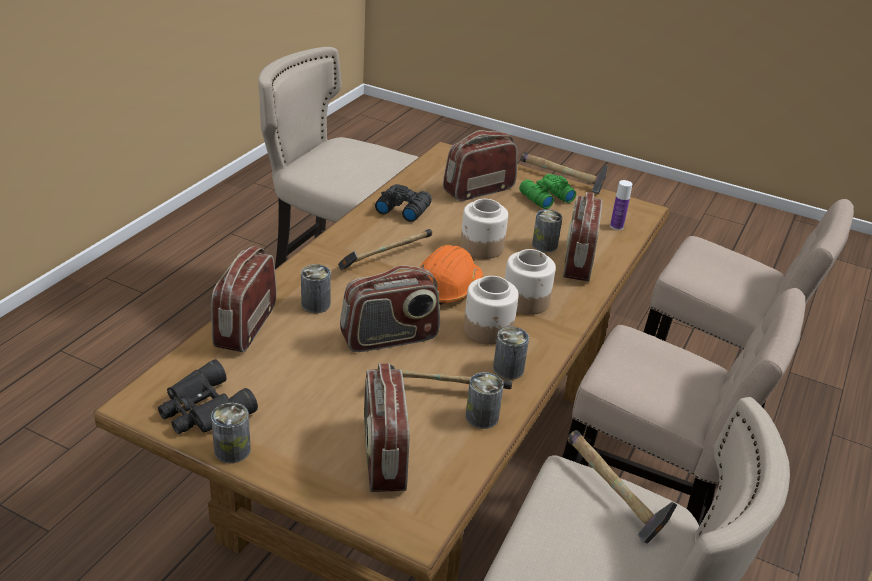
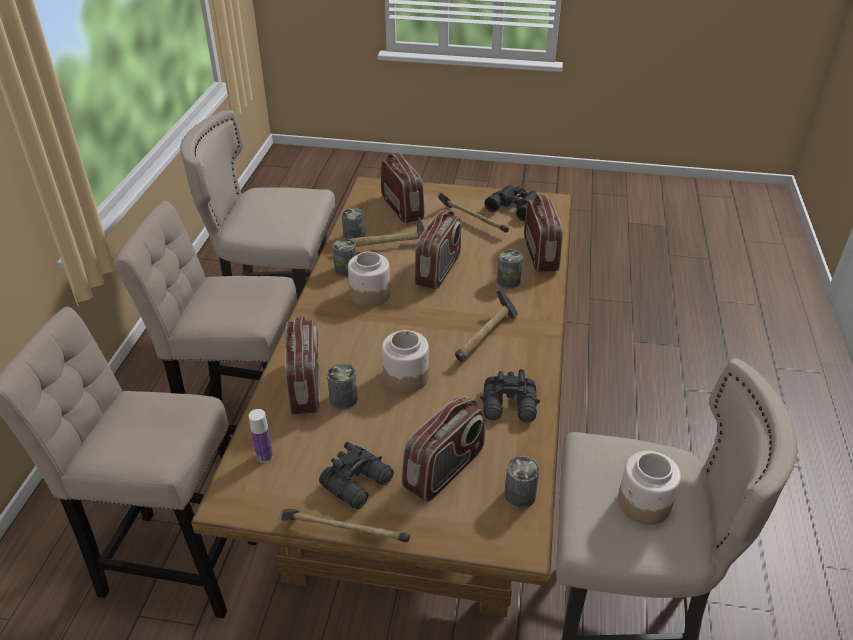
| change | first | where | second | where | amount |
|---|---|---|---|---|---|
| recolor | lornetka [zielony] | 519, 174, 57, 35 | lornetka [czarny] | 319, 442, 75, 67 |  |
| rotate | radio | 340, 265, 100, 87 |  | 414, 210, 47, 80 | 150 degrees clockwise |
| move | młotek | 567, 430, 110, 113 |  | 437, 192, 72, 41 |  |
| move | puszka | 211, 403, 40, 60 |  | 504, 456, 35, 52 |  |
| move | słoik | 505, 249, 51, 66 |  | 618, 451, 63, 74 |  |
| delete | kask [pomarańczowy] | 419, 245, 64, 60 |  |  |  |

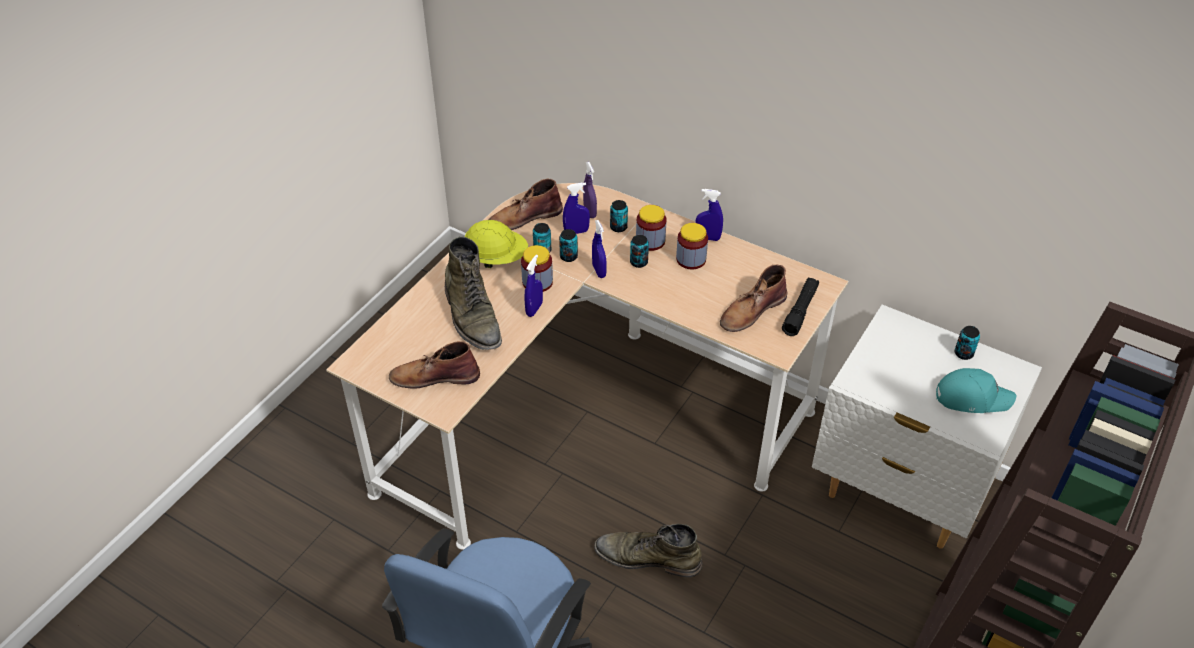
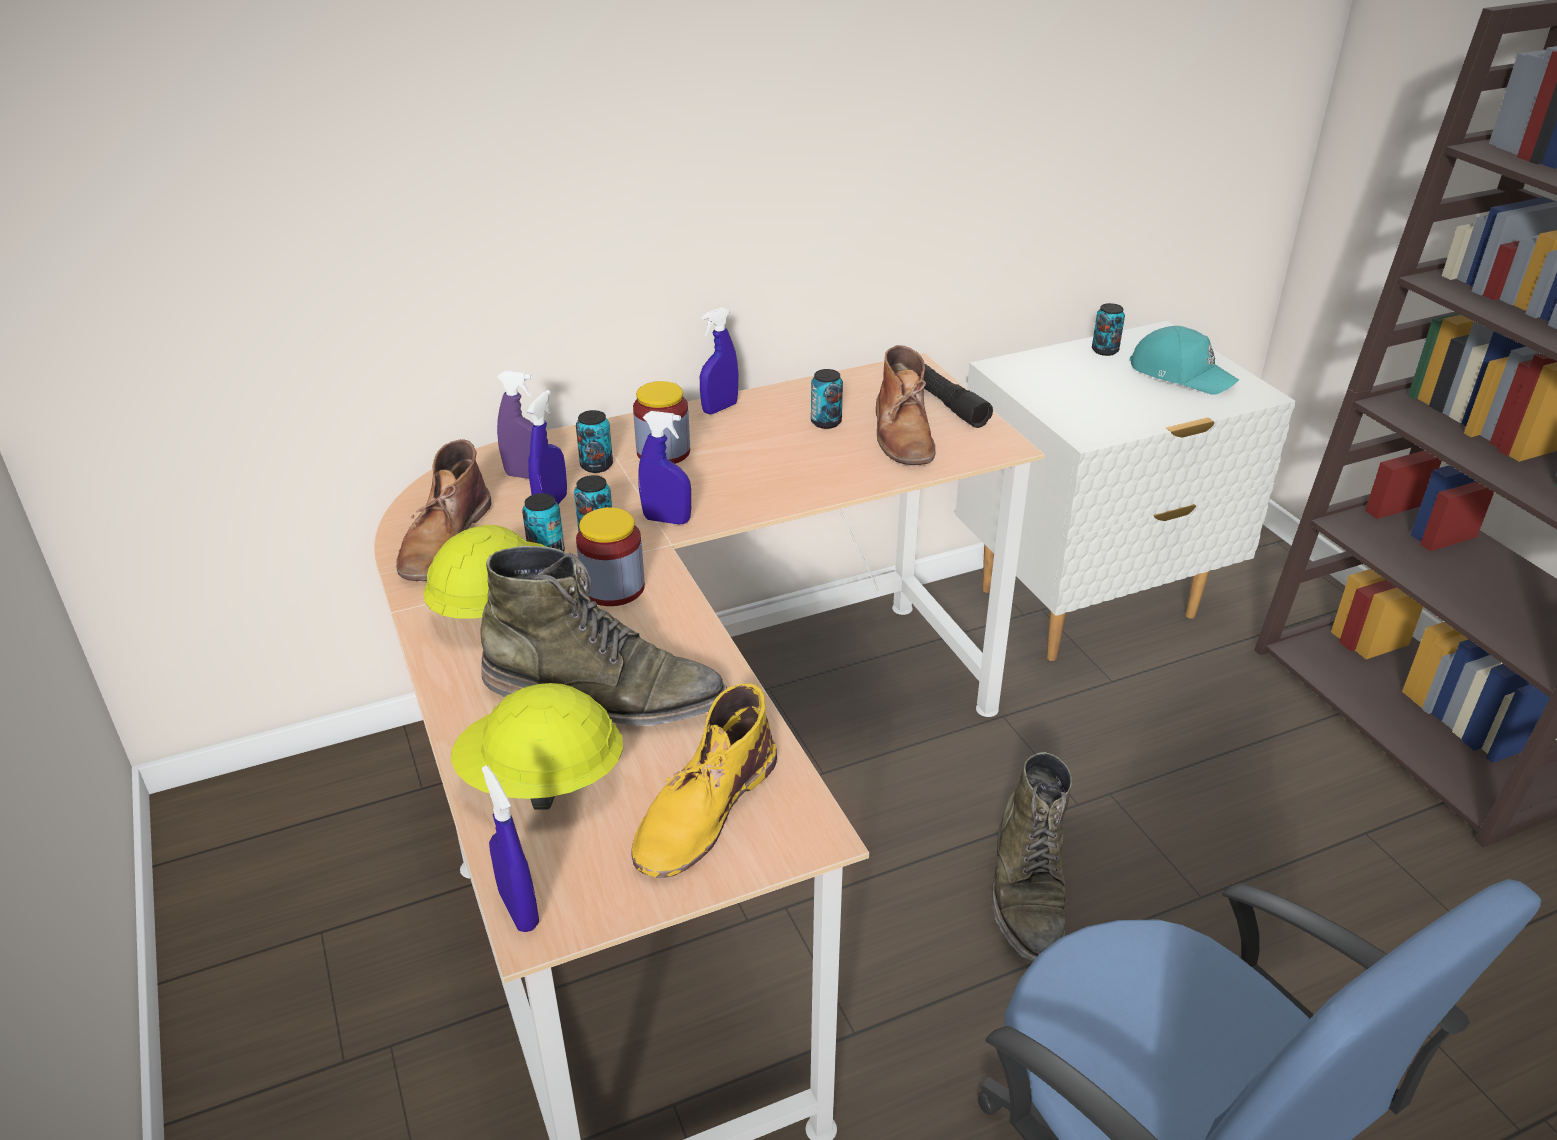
| change | first | where | second | where | amount |
|---|---|---|---|---|---|
| insert |  |  | kask [żółty] | 451, 683, 172, 127 |  |
| move | spryskiwacz [niebieski] | 524, 255, 19, 62 |  | 482, 765, 57, 167 |  |
| recolor | but z cholewką [brązowy] | 389, 341, 91, 48 | but z cholewką [żółty] | 631, 683, 146, 195 |  |
| move | puszka | 630, 235, 19, 33 |  | 811, 369, 32, 60 |  |
| rotate | but z cholewką [zielony] | 594, 524, 108, 53 |  | 991, 752, 81, 209 | 45 degrees counterclockwise |
| rotate | czapka z daszkiem [turkusowy] | 936, 368, 80, 45 |  | 1129, 326, 110, 68 | 90 degrees clockwise |
| delete | słoik | 676, 223, 32, 46 |  |  |  |

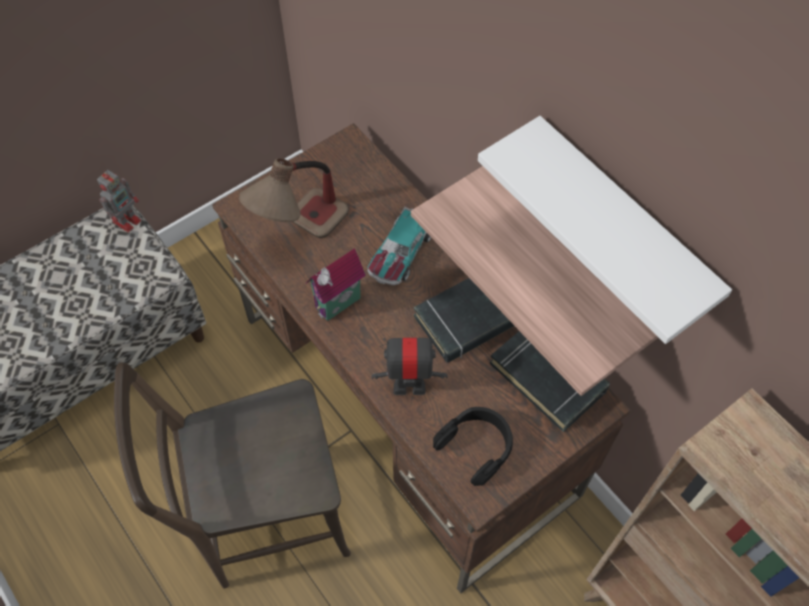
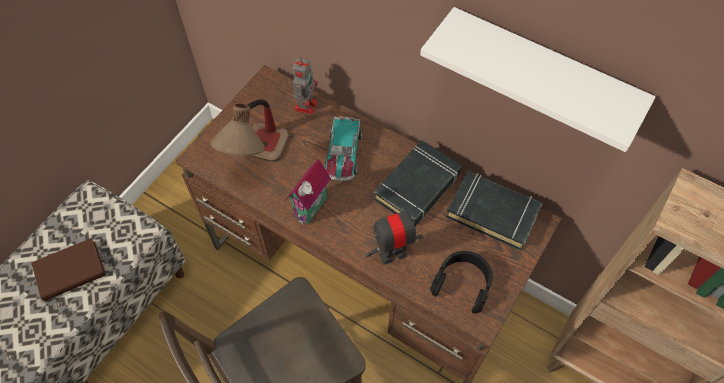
| change | first | where | second | where | amount |
|---|---|---|---|---|---|
| insert |  |  | książka [brązowy] | 31, 238, 75, 63 |  |
| move | robot zabawkowy | 97, 170, 44, 63 |  | 293, 57, 25, 58 |  |
| delete | półka | 411, 166, 248, 230 |  |  |  |

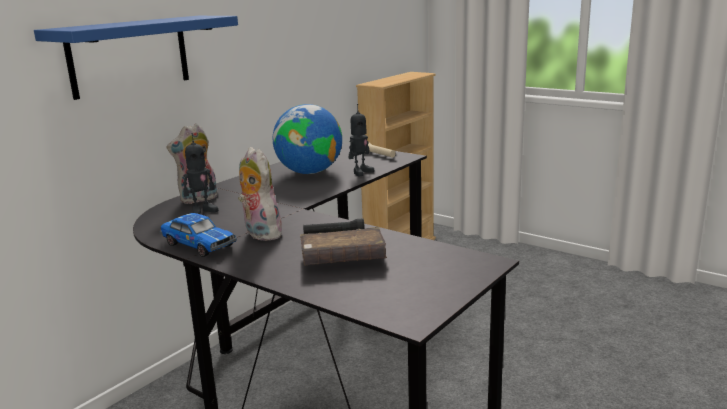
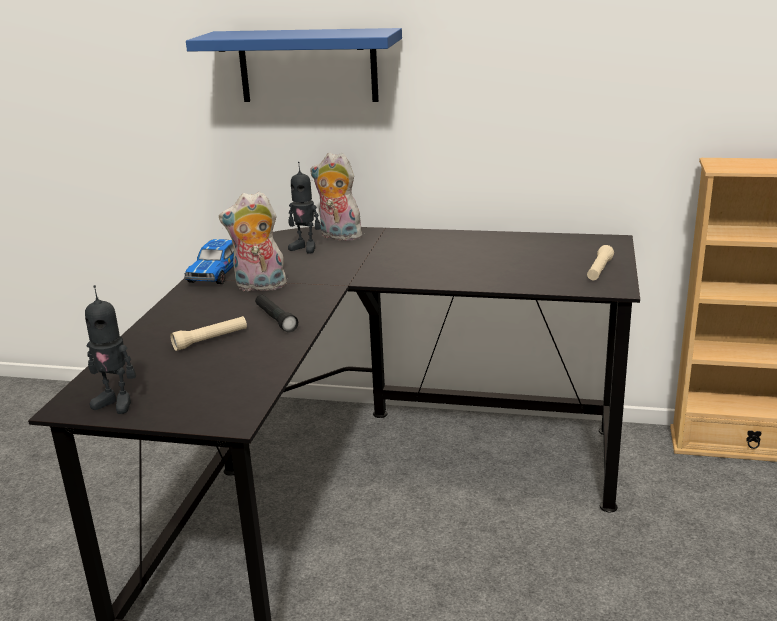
| change | first | where | second | where | amount |
|---|---|---|---|---|---|
| move | robot zabawkowy | 349, 104, 25, 72 |  | 85, 285, 51, 129 |  |
| replace | książka [brązowy] | 300, 227, 87, 38 | latarka [beżowy] | 170, 316, 77, 35 |  |
| rotate | pluszak | 238, 147, 44, 94 |  | 219, 191, 69, 101 | 120 degrees counterclockwise |
| delete | globus | 272, 104, 70, 70 |  |  |  |

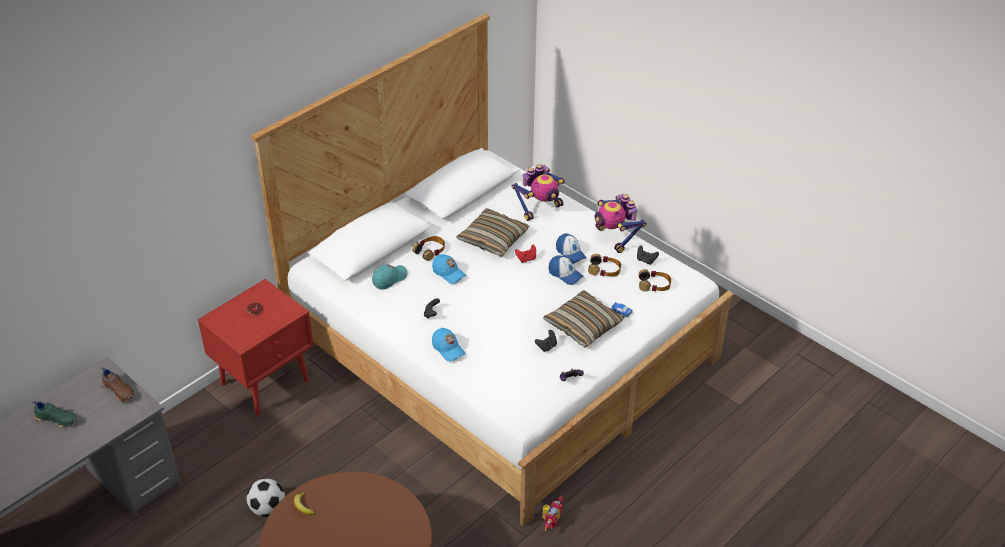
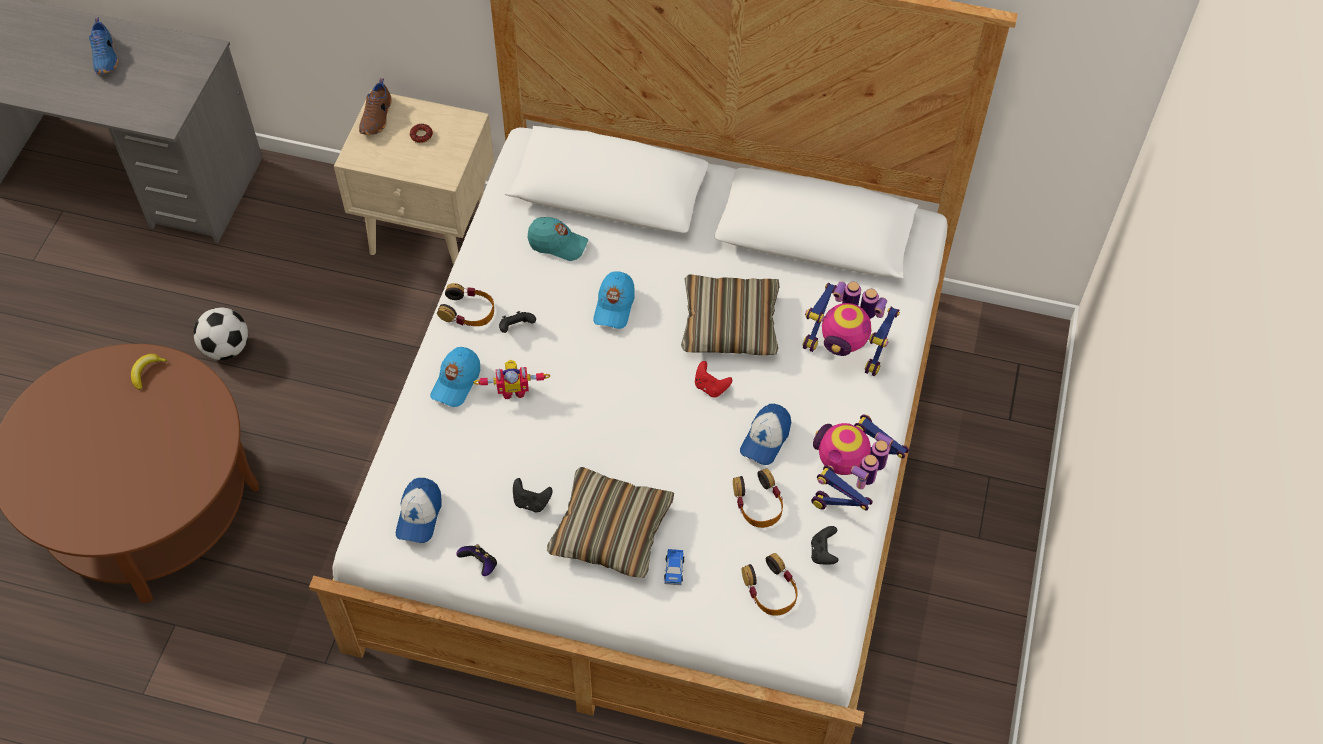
| change | first | where | second | where | amount |
|---|---|---|---|---|---|
| recolor | but [zielony] | 32, 401, 45, 26 | but [niebieski] | 89, 17, 29, 57 |  |
| recolor | szafka nocna [czerwony] | 198, 279, 116, 137 | szafka nocna [beżowy] | 334, 90, 160, 175 |  |
| move | but [brązowy] | 101, 367, 33, 35 |  | 359, 78, 33, 57 |  |
| move | czapka z daszkiem | 548, 255, 35, 30 |  | 396, 478, 46, 65 |  |
| move | słuchawki | 412, 236, 33, 25 |  | 437, 283, 57, 43 |  |
| move | robot zabawkowy | 543, 495, 20, 36 |  | 474, 360, 76, 39 |  |

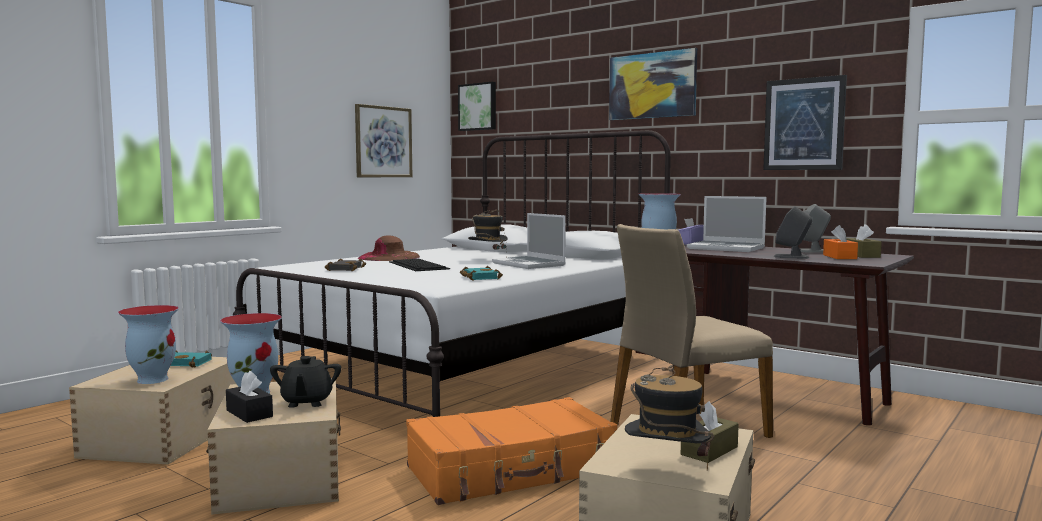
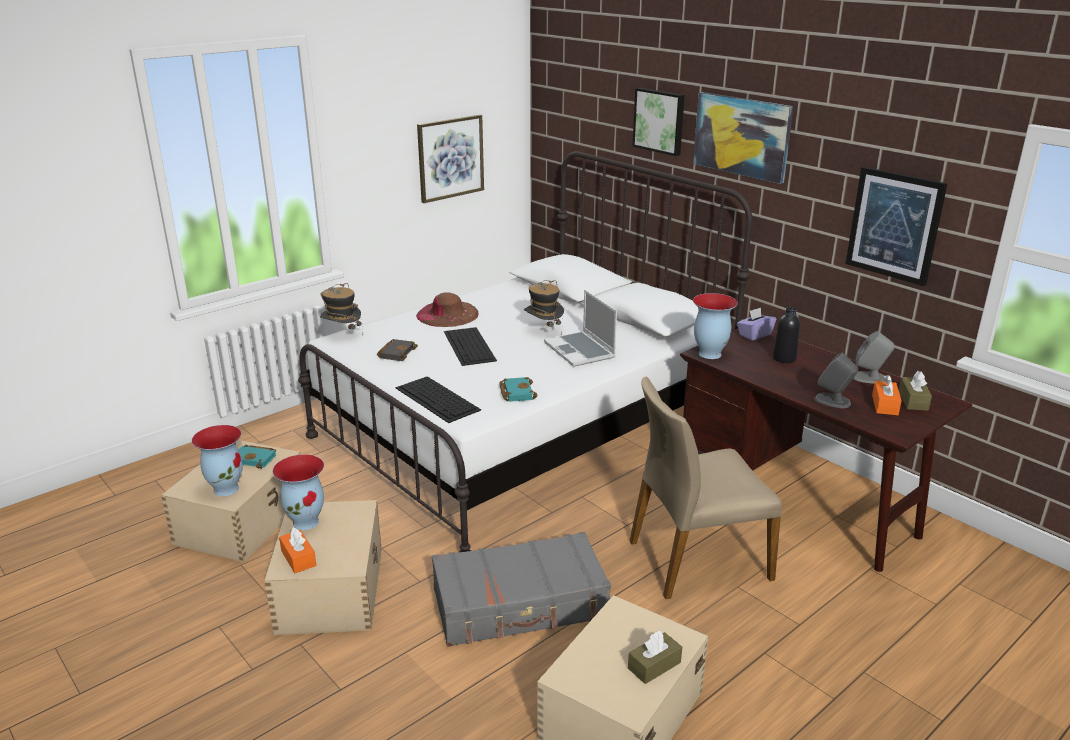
| change | first | where | second | where | amount |
|---|---|---|---|---|---|
| recolor | pudełko chusteczek [czarny] | 226, 371, 47, 52 | pudełko chusteczek [pomarańczowy] | 279, 528, 37, 45 |  |
| move | kapelusz | 625, 365, 89, 106 |  | 320, 283, 43, 46 |  |
| insert |  |  | klawiatura | 396, 376, 85, 47 |  |
| recolor | walizka [pomarańczowy] | 406, 397, 211, 108 | walizka [szary] | 432, 532, 179, 115 |  |
| move | obraz | 458, 82, 38, 49 |  | 632, 88, 53, 68 |  |
| replace | laptop | 687, 196, 80, 56 | butelka [czarny] | 773, 307, 27, 56 |  |
| delete | imbryk [czarny] | 270, 356, 71, 52 |  |  |  |

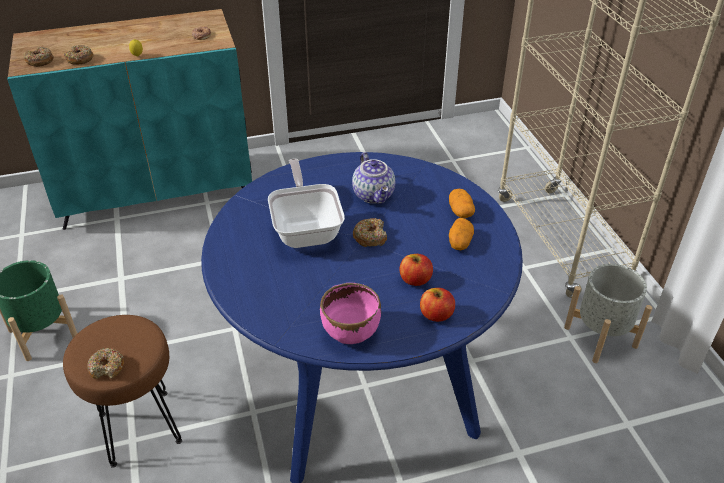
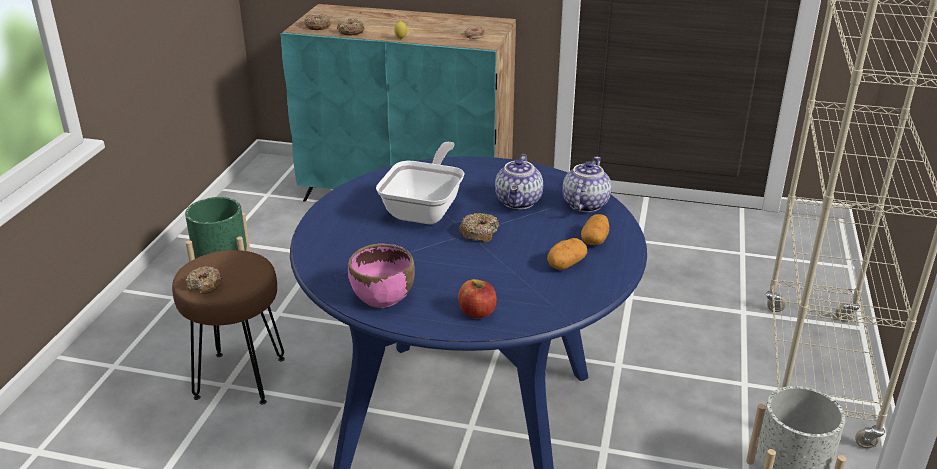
| change | first | where | second | where | amount |
|---|---|---|---|---|---|
| insert |  |  | imbryk | 562, 157, 50, 55 |  |
| delete | jabłko | 400, 254, 33, 32 |  |  |  |

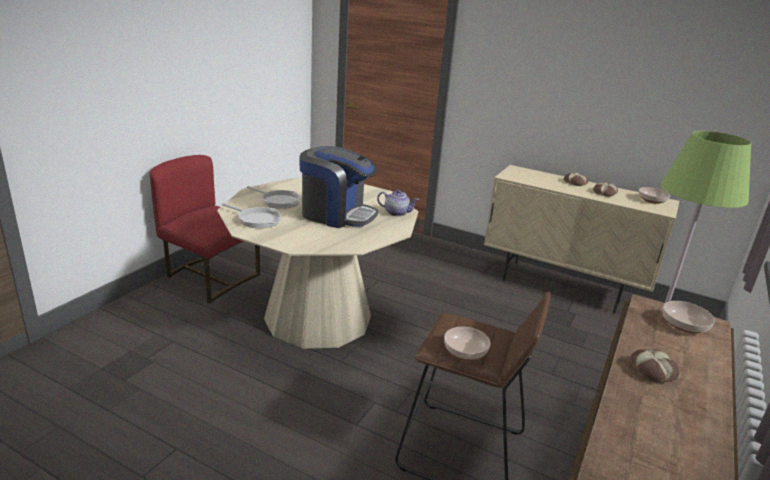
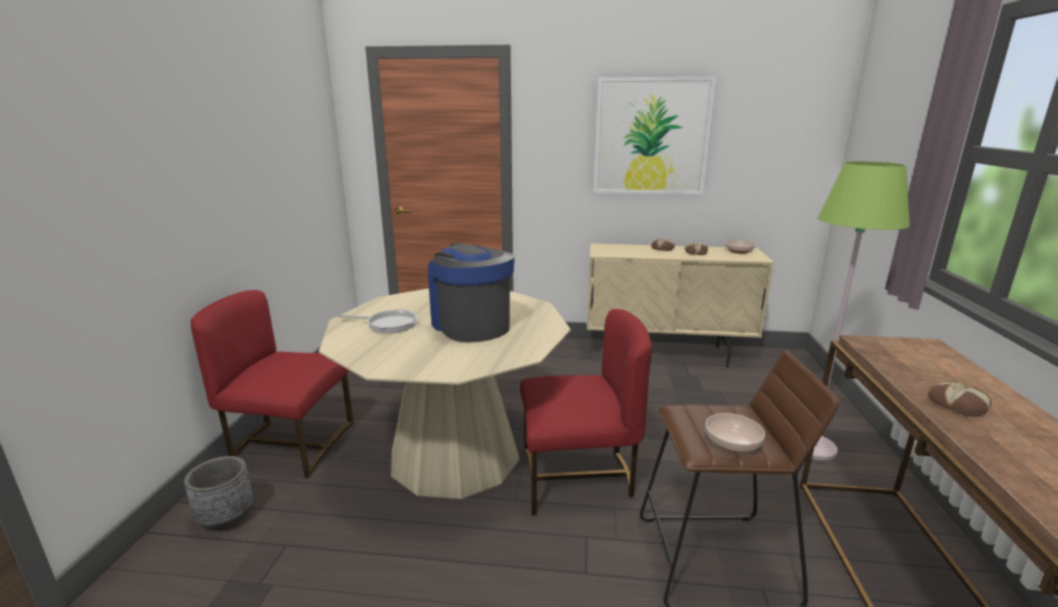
| change | first | where | second | where | amount |
|---|---|---|---|---|---|
| insert |  |  | donica [szary] | 184, 456, 69, 75 |  |
| rotate | ekspres do kawy | 300, 146, 78, 82 |  | 428, 243, 87, 99 | 120 degrees counterclockwise |
| insert |  |  | krzesło [czerwony] | 520, 309, 132, 206 |  |
| insert |  |  | obraz | 594, 77, 122, 118 |  |
| delete | patelnia | 222, 203, 59, 25 |  |  |  |
| delete | imbryk | 377, 190, 42, 26 |  |  |  |
| delete | miska | 663, 301, 52, 32 |  |  |  |

